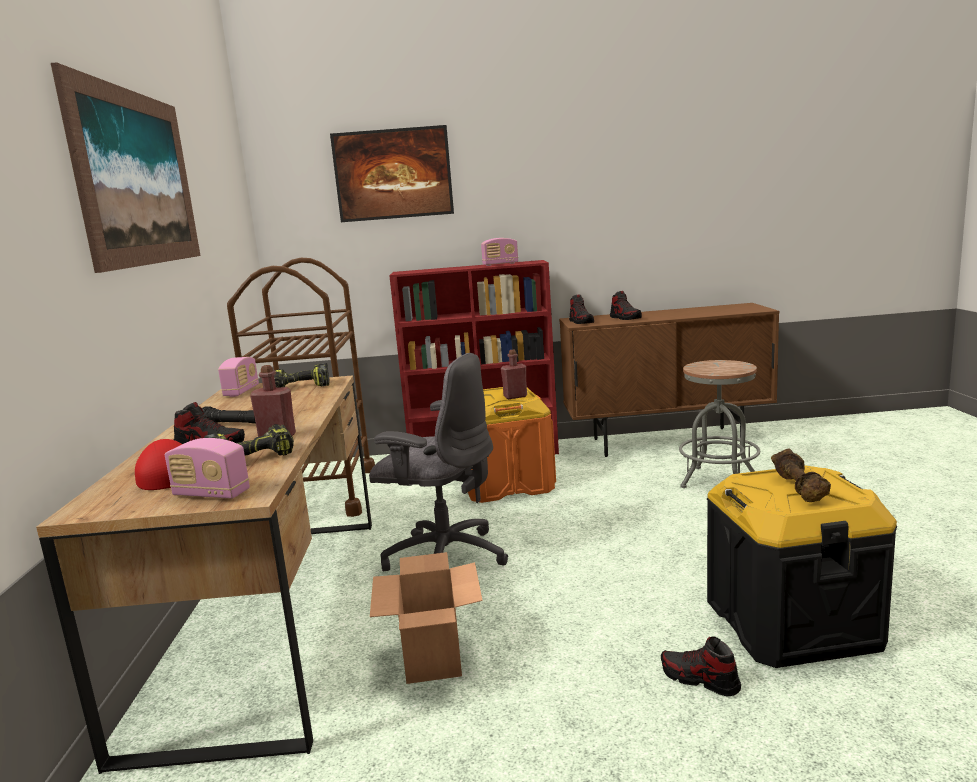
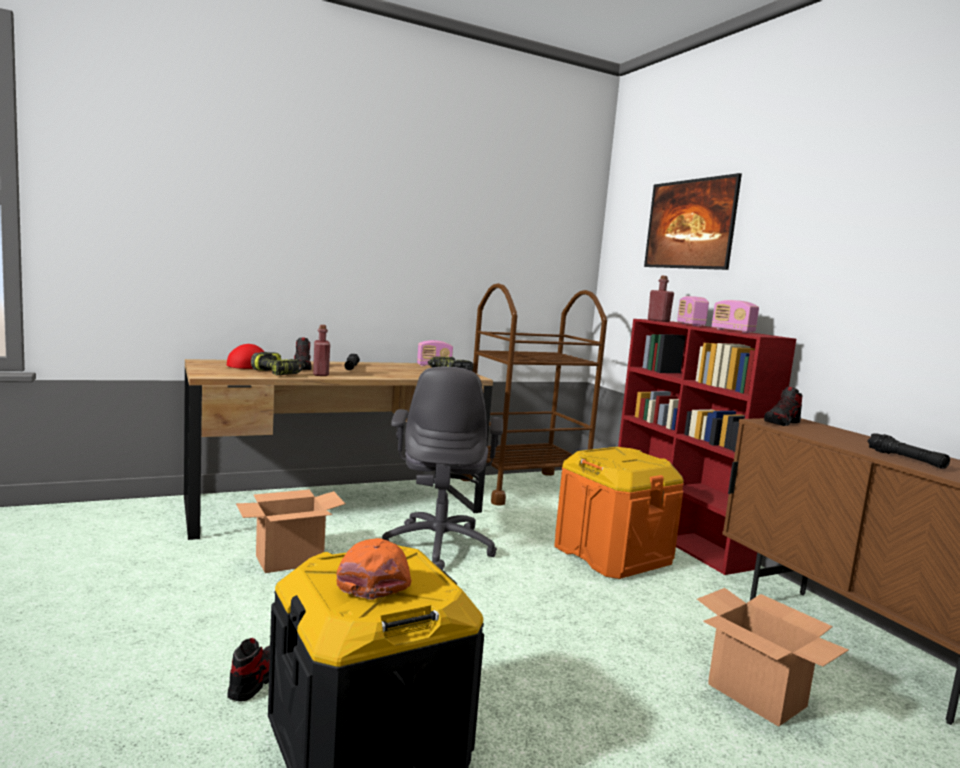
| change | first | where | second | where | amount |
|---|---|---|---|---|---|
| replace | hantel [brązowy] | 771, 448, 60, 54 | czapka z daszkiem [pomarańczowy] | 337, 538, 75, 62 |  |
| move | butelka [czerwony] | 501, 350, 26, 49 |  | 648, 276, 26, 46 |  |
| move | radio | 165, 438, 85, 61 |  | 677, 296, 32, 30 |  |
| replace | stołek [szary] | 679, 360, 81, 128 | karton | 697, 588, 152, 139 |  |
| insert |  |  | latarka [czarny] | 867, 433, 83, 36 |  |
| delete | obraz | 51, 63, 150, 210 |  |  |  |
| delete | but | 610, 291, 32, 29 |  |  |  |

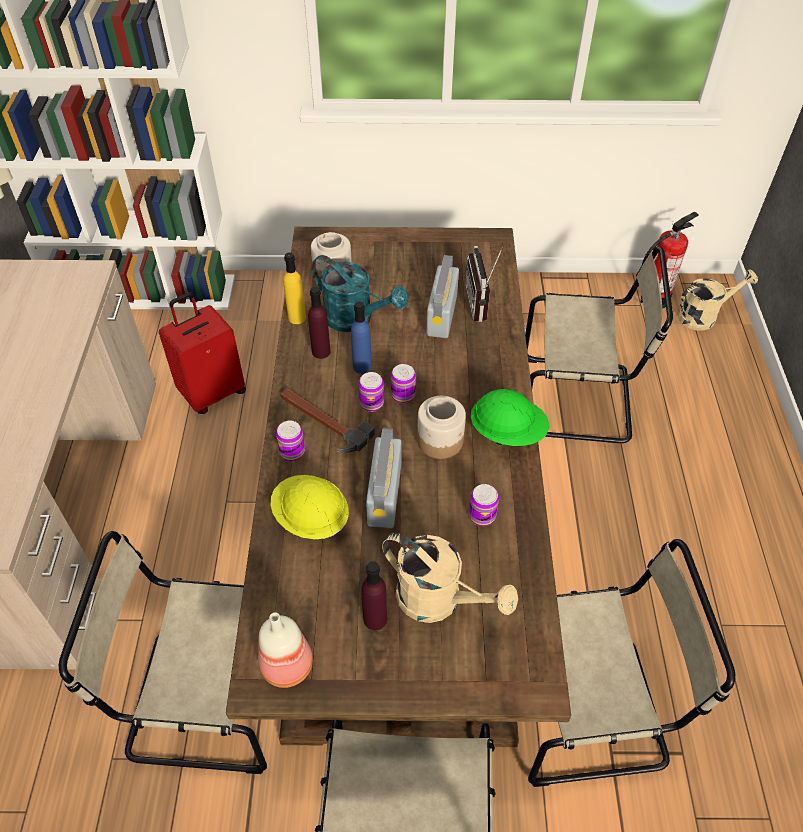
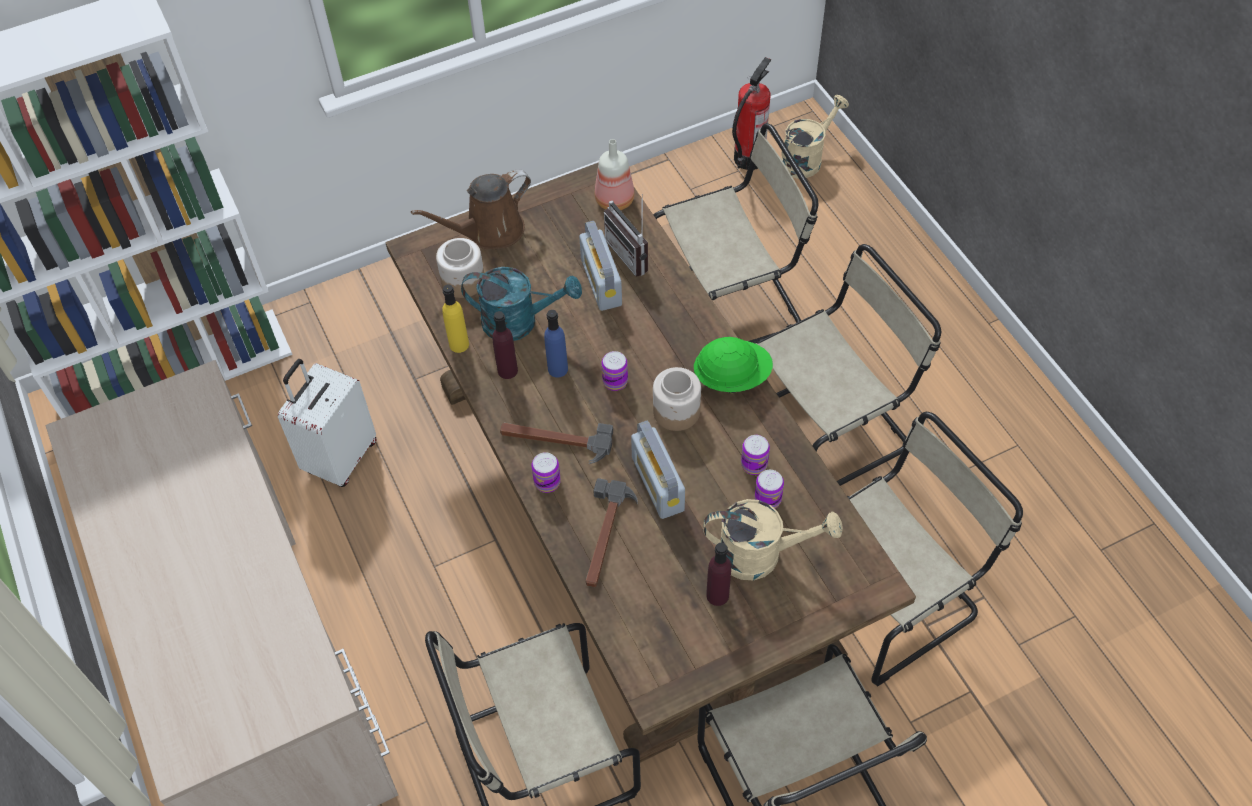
| change | first | where | second | where | amount |
|---|---|---|---|---|---|
| recolor | walizka [czerwony] | 159, 292, 87, 122 | walizka [biały] | 278, 359, 99, 128 |  |
| insert |  |  | konewka [brązowy] | 411, 169, 120, 80 |  |
| replace | kask [żółty] | 271, 475, 78, 64 | młotek | 586, 478, 52, 109 |  |
| move | butelka | 258, 612, 55, 76 |  | 595, 139, 40, 71 |  |
| insert |  |  | krzesło [beżowy] | 755, 244, 186, 242 |  |
| move | puszka | 358, 372, 26, 40 |  | 755, 470, 29, 39 |  |

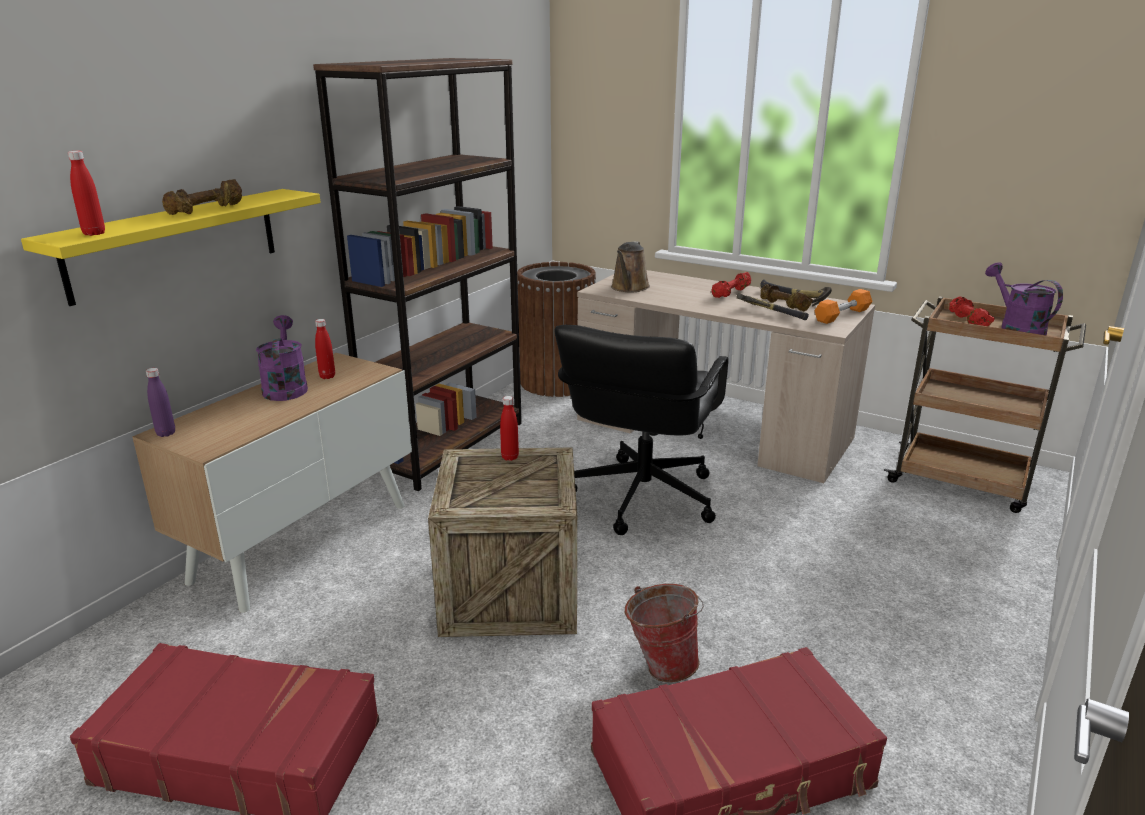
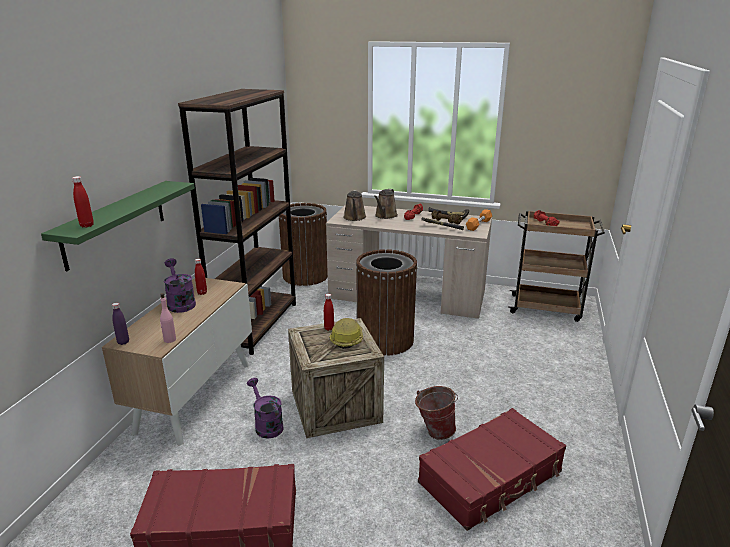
| change | first | where | second | where | amount |
|---|---|---|---|---|---|
| recolor | półka [żółty] | 21, 189, 300, 117 | półka [zielony] | 41, 181, 154, 90 |  |
| insert |  |  | butelka [różowy] | 160, 293, 16, 50 |  |
| move | konewka [fioletowy] | 985, 262, 78, 73 |  | 247, 378, 37, 61 |  |
| insert |  |  | kask | 329, 318, 34, 31 |  |
| replace | krzesło biurowe [czarny] | 554, 325, 174, 210 | kosz na śmieci [brązowy] | 356, 249, 62, 107 |  |
| insert |  |  | konewka [brązowy] | 374, 189, 24, 30 |  |
| delete | hantel [brązowy] | 162, 179, 80, 36 |  |  |  |

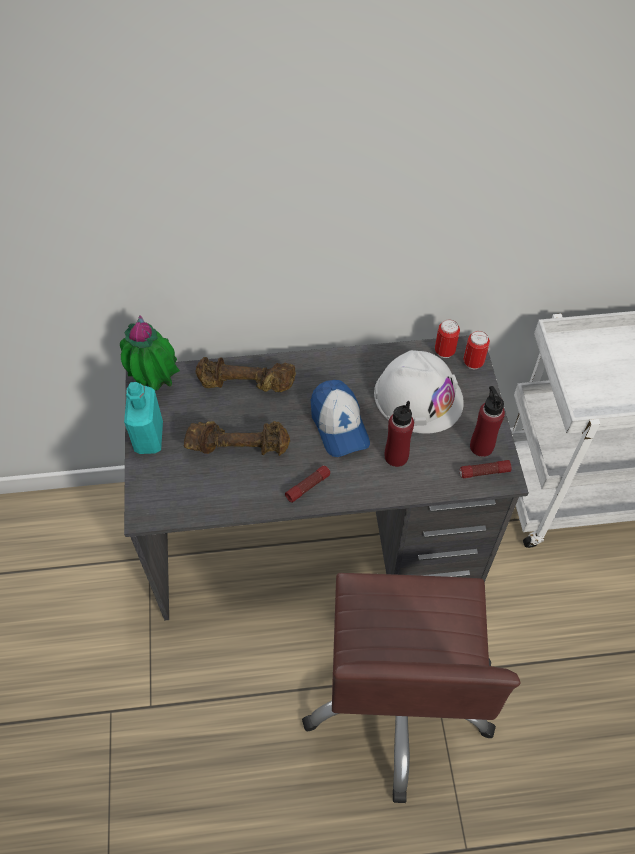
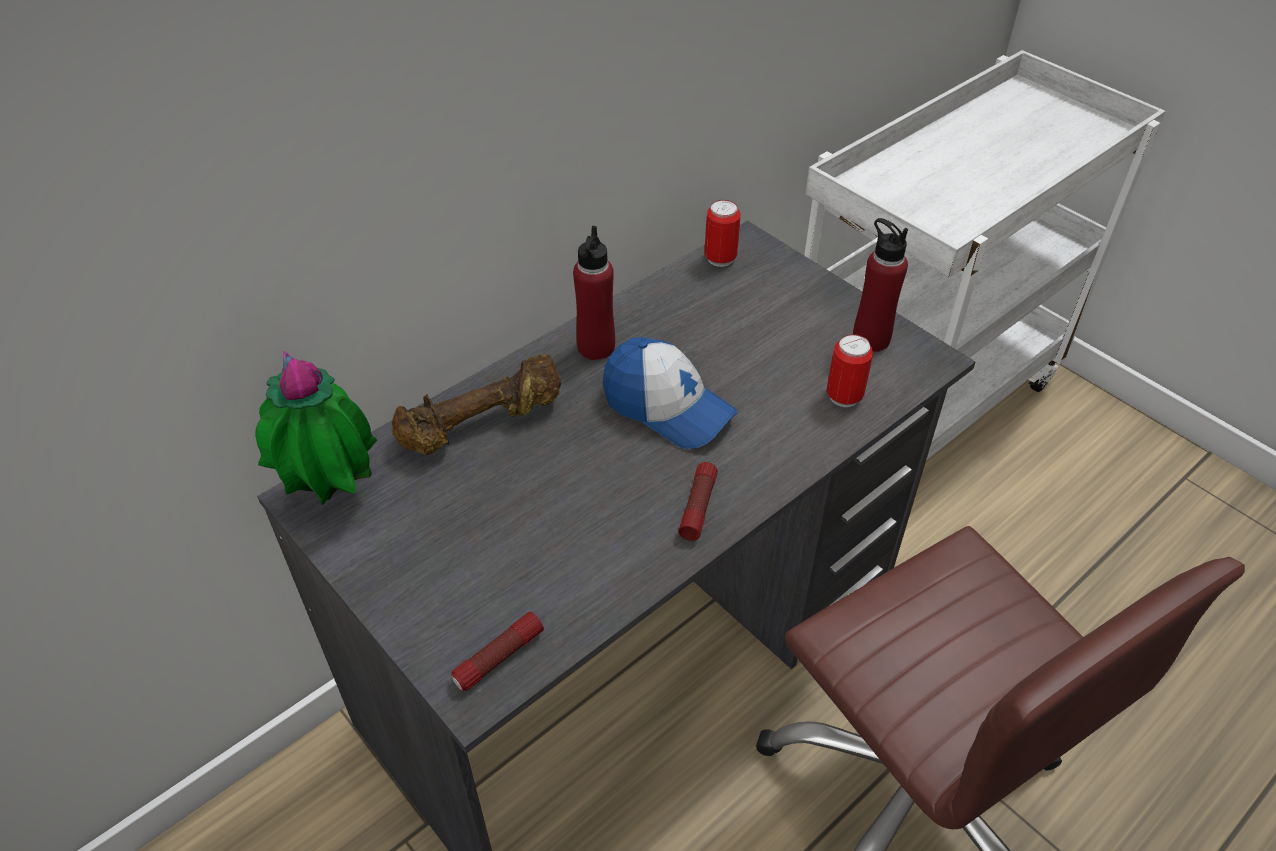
| change | first | where | second | where | amount |
|---|---|---|---|---|---|
| move | latarka | 460, 460, 51, 19 |  | 451, 611, 93, 80 |  |
| move | butelka [czerwony] | 385, 401, 29, 66 |  | 573, 226, 42, 134 |  |
| move | puszka | 463, 331, 27, 38 |  | 827, 334, 46, 73 |  |
| delete | butelka [turkusowy] | 124, 382, 39, 72 |  |  |  |
| delete | hantel [brązowy] | 184, 421, 106, 35 |  |  |  |
| delete | kask [biały] | 374, 350, 90, 84 |  |  |  |

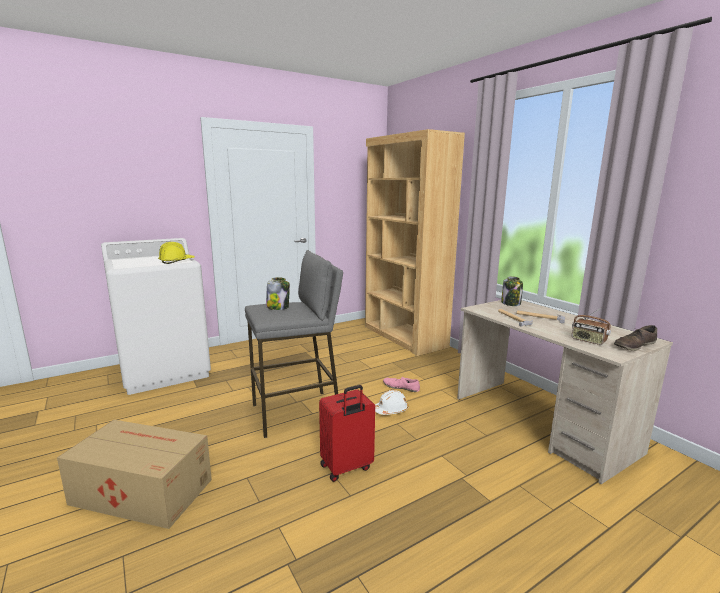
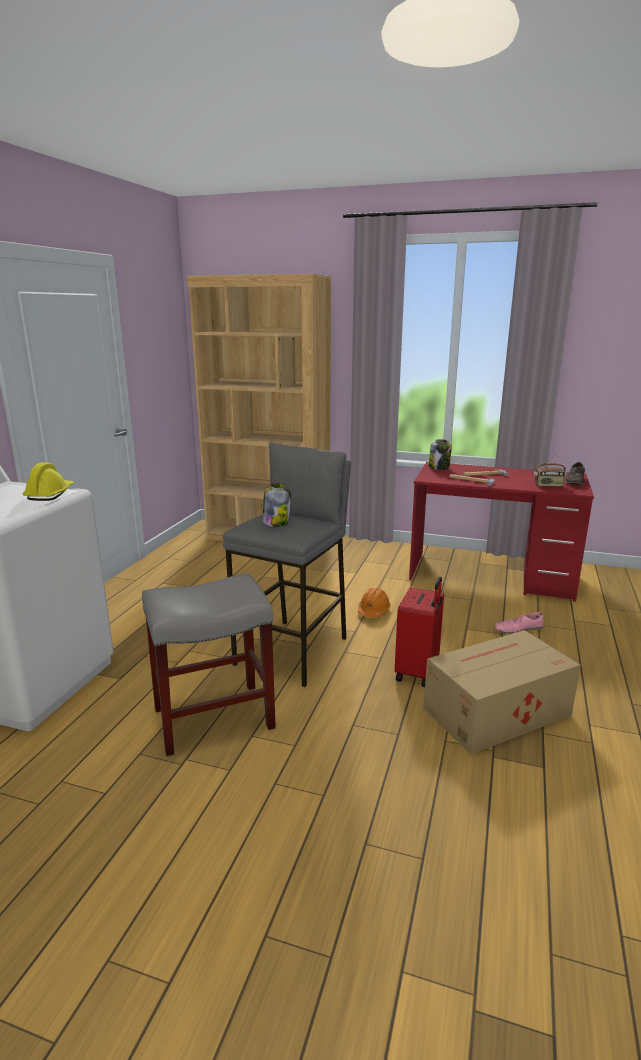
| change | first | where | second | where | amount |
|---|---|---|---|---|---|
| insert |  |  | stołek [szary] | 142, 573, 134, 184 |  |
| recolor | kask [biały] | 375, 390, 34, 25 | kask [pomarańczowy] | 358, 588, 33, 30 |  |
| recolor | biurko [beżowy] | 457, 300, 216, 184 | biurko [czerwony] | 409, 462, 185, 140 |  |
| move | karton | 57, 420, 155, 109 |  | 423, 630, 158, 125 |  |
| move | but [różowy] | 383, 377, 37, 15 |  | 494, 612, 50, 22 |  |

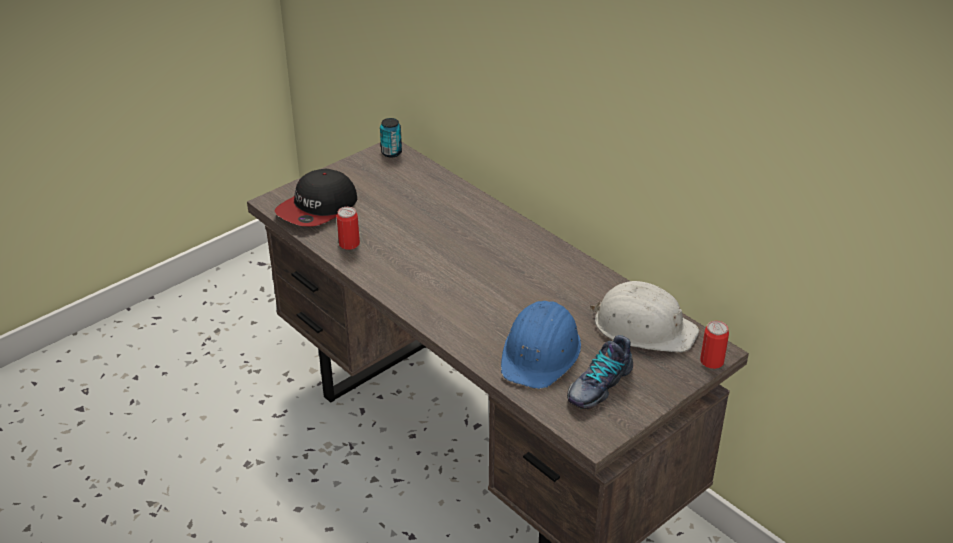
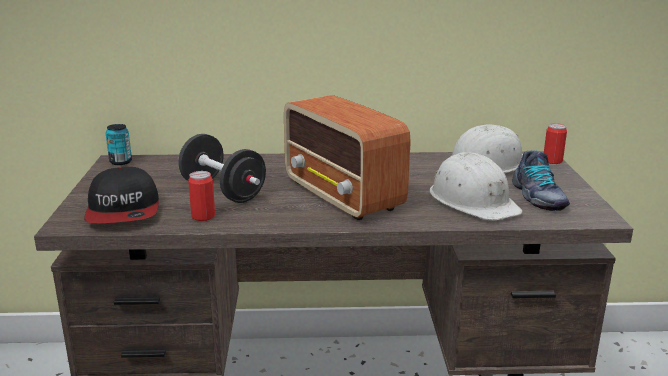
| change | first | where | second | where | amount |
|---|---|---|---|---|---|
| insert |  |  | hantel [czarny] | 178, 134, 88, 69 |  |
| insert |  |  | radio | 284, 95, 127, 125 |  |
| recolor | kask [niebieski] | 501, 301, 80, 88 | kask [biały] | 430, 152, 93, 68 |  |

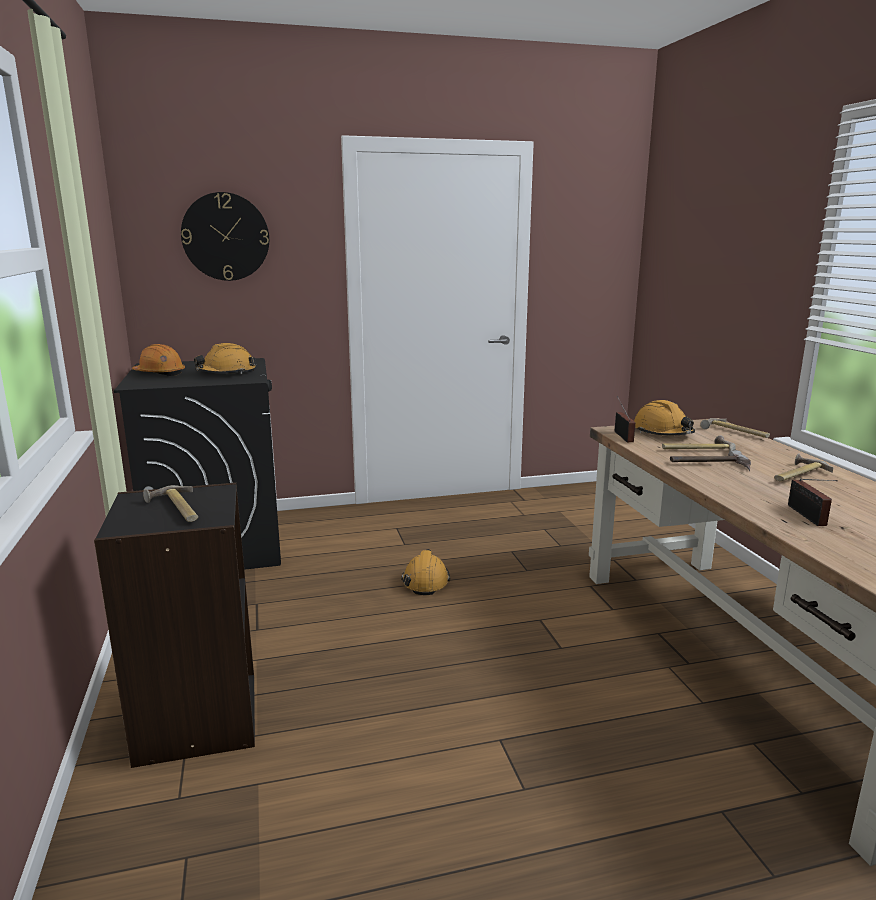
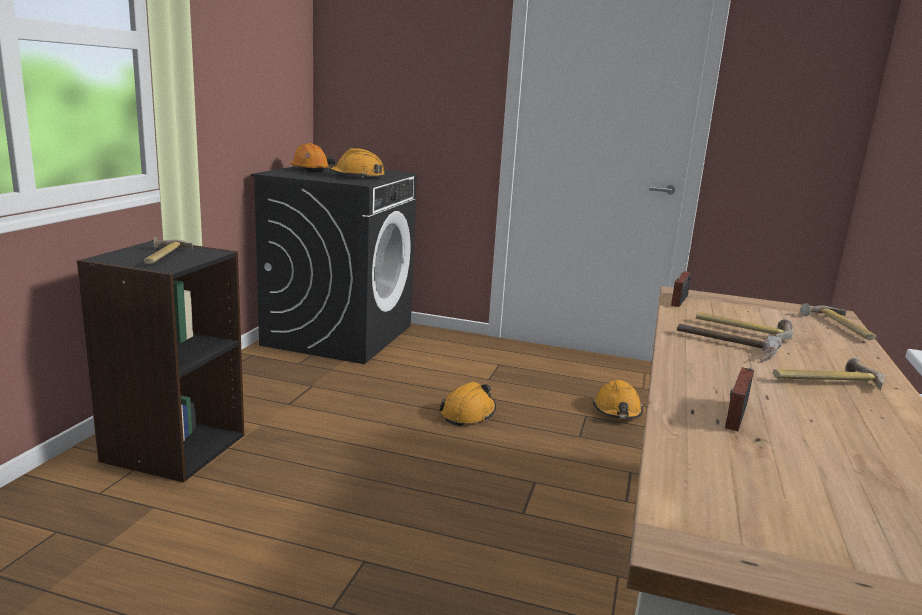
| change | first | where | second | where | amount |
|---|---|---|---|---|---|
| move | kask [pomarańczowy] | 634, 400, 61, 36 |  | 593, 380, 50, 39 |  |
| delete | zegar ścienny | 181, 192, 88, 89 |  |  |  |

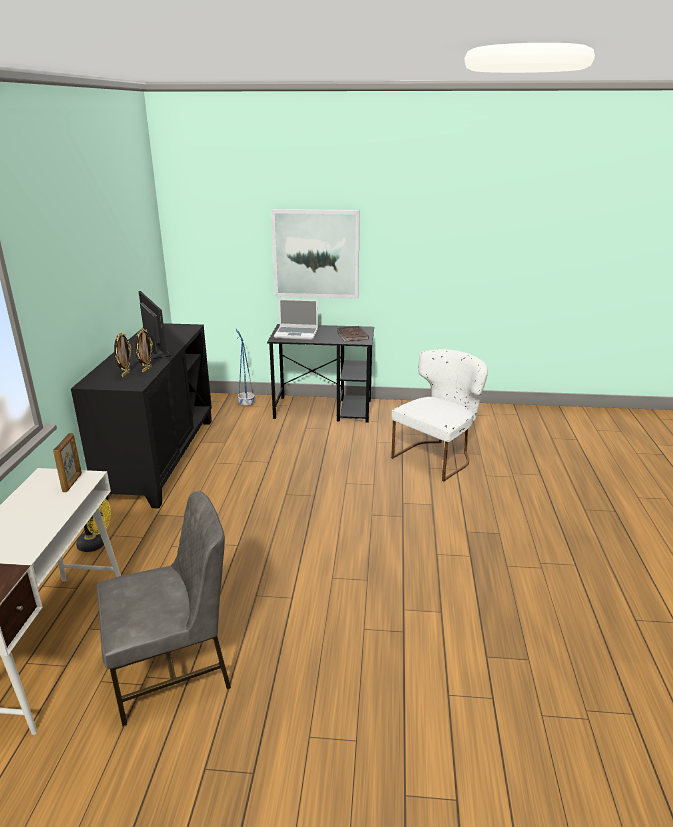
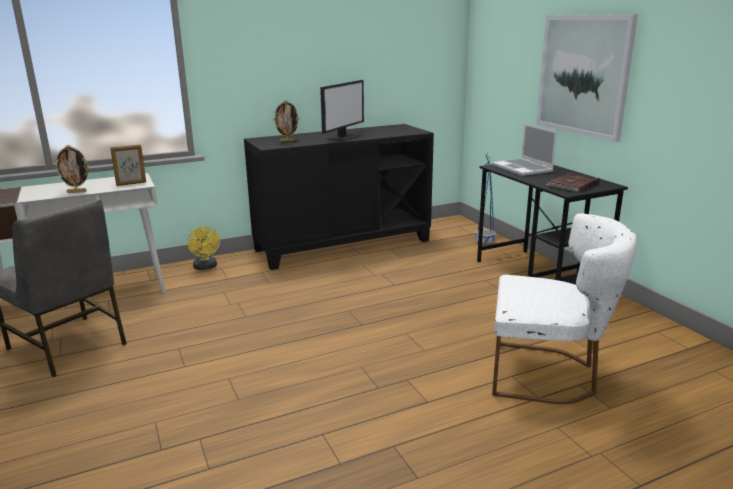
| change | first | where | second | where | amount |
|---|---|---|---|---|---|
| move | ramka na zdjęcie | 135, 328, 18, 45 |  | 55, 145, 34, 48 |  |

